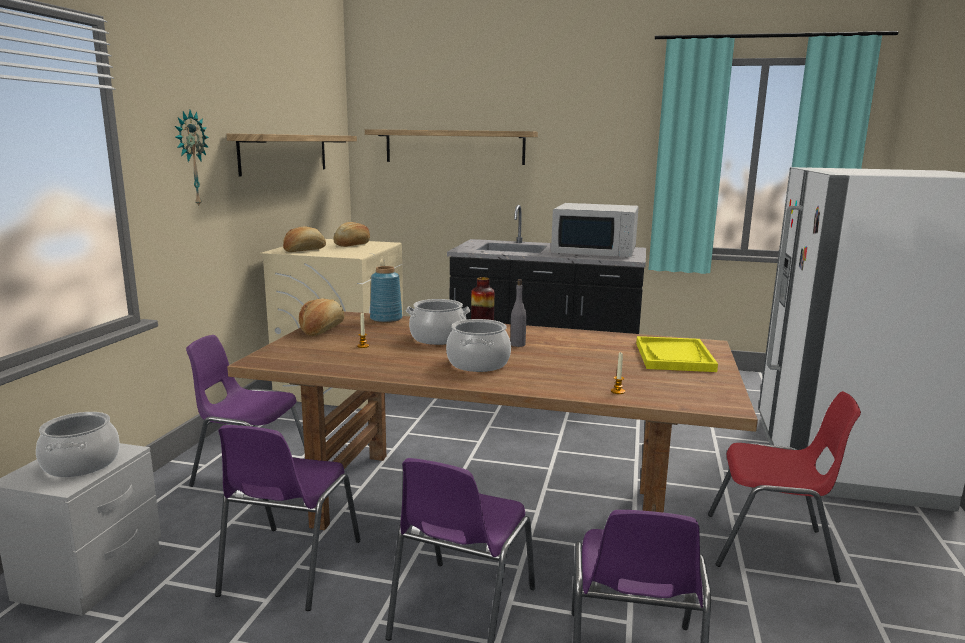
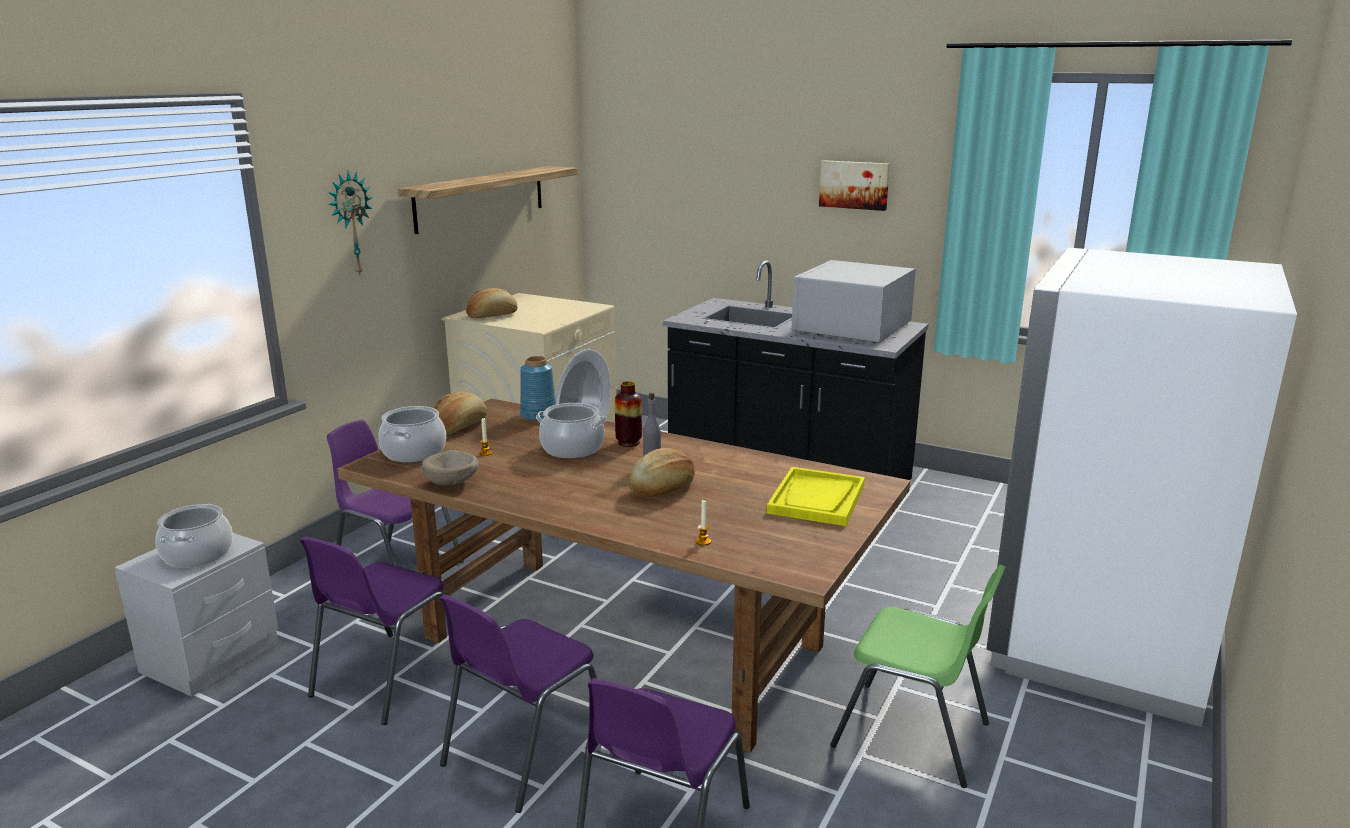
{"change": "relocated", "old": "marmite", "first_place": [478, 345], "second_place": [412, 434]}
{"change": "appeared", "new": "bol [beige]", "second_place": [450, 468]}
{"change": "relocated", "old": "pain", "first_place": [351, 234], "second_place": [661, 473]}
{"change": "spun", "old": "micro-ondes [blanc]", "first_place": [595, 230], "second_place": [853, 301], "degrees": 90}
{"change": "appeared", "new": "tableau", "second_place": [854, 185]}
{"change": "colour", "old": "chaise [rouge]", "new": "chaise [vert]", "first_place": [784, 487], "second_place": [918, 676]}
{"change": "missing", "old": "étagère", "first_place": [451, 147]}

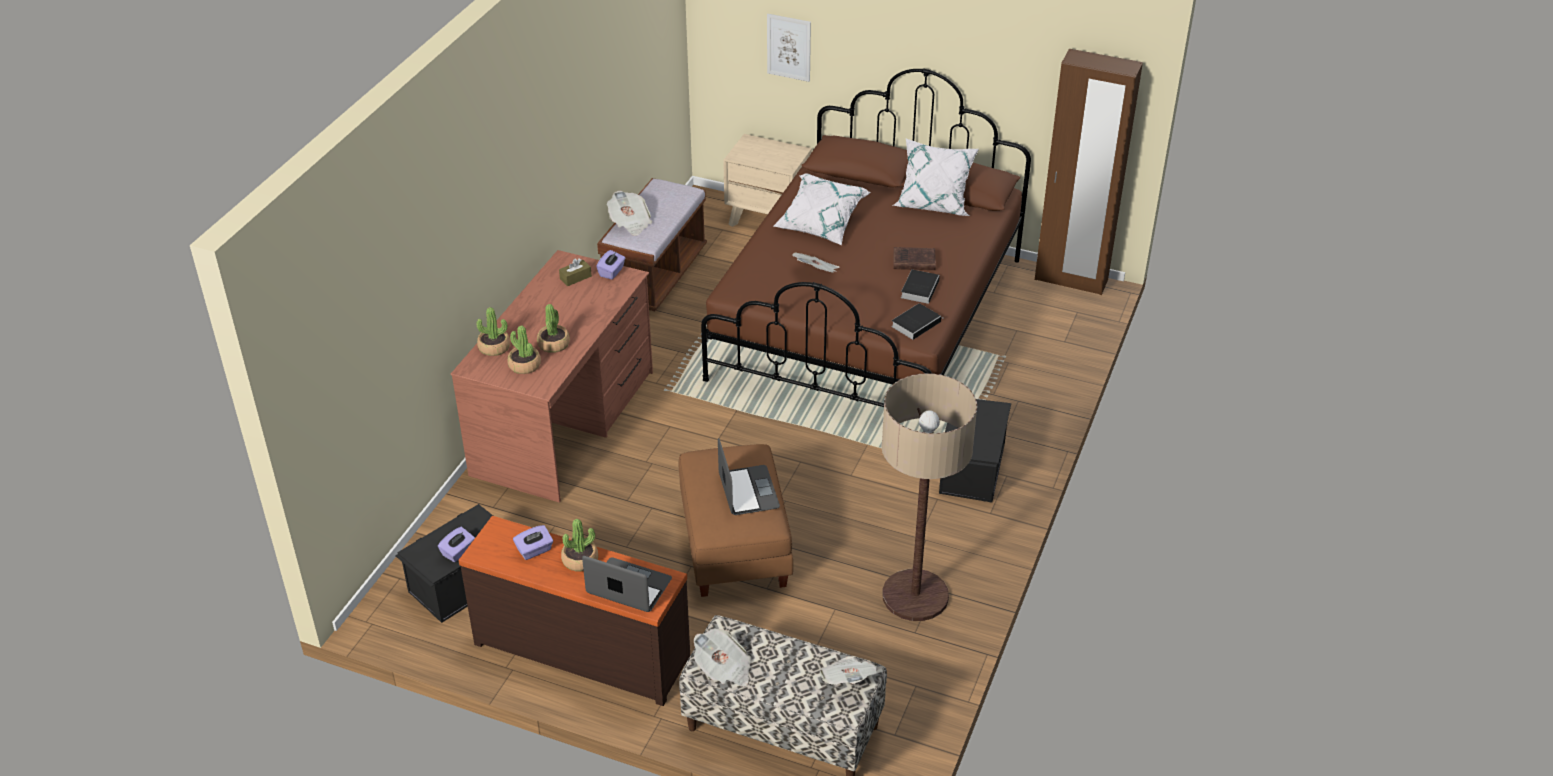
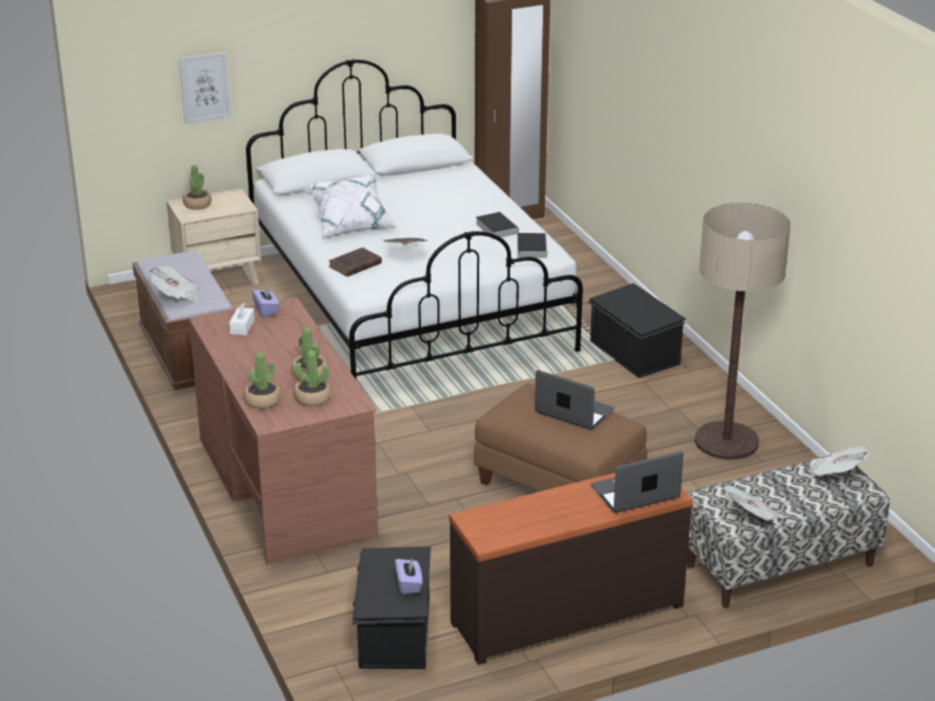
{"change": "relocated", "old": "plante en pot", "first_place": [579, 545], "second_place": [197, 187]}
{"change": "colour", "old": "boîte à mouchoirs [marron]", "new": "boîte à mouchoirs [blanc]", "first_place": [575, 272], "second_place": [242, 319]}
{"change": "colour", "old": "lit [marron]", "new": "lit [blanc]", "first_place": [866, 237], "second_place": [414, 219]}
{"change": "relocated", "old": "livre [marron]", "first_place": [914, 258], "second_place": [355, 262]}
{"change": "missing", "old": "boîte à mouchoirs [violet]", "first_place": [533, 542]}
{"change": "missing", "old": "coussin [blanc]", "first_place": [936, 177]}

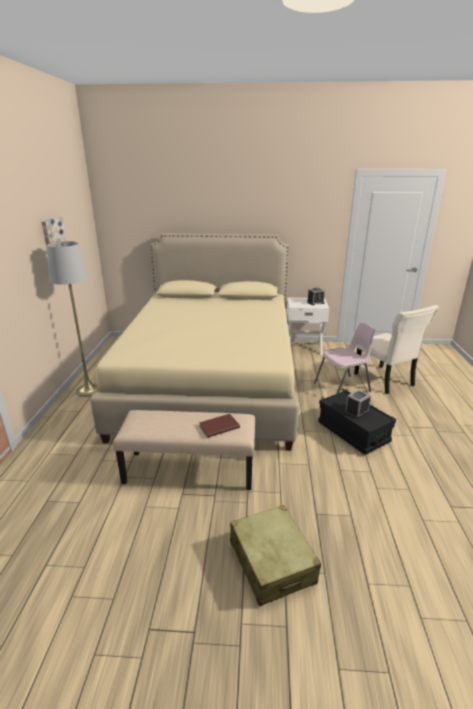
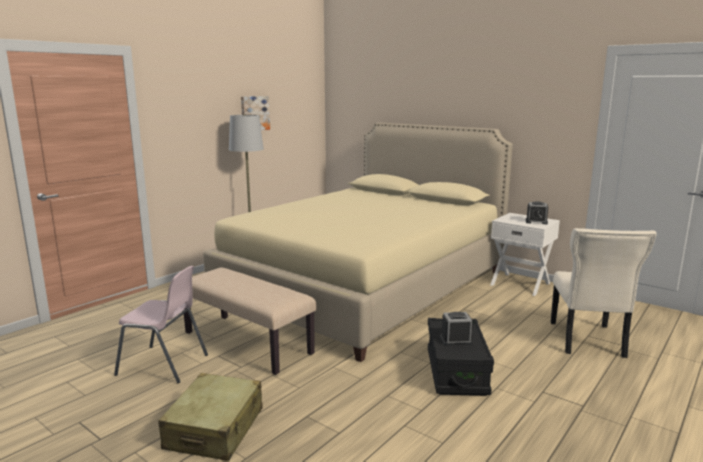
{"change": "relocated", "old": "chaise [rose]", "first_place": [344, 358], "second_place": [161, 324]}
{"change": "missing", "old": "livre [marron]", "first_place": [219, 426]}

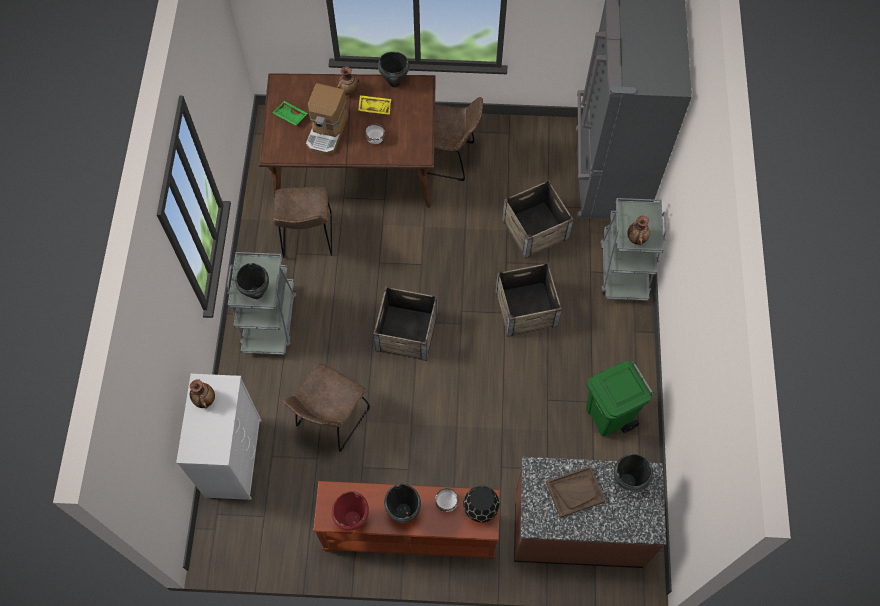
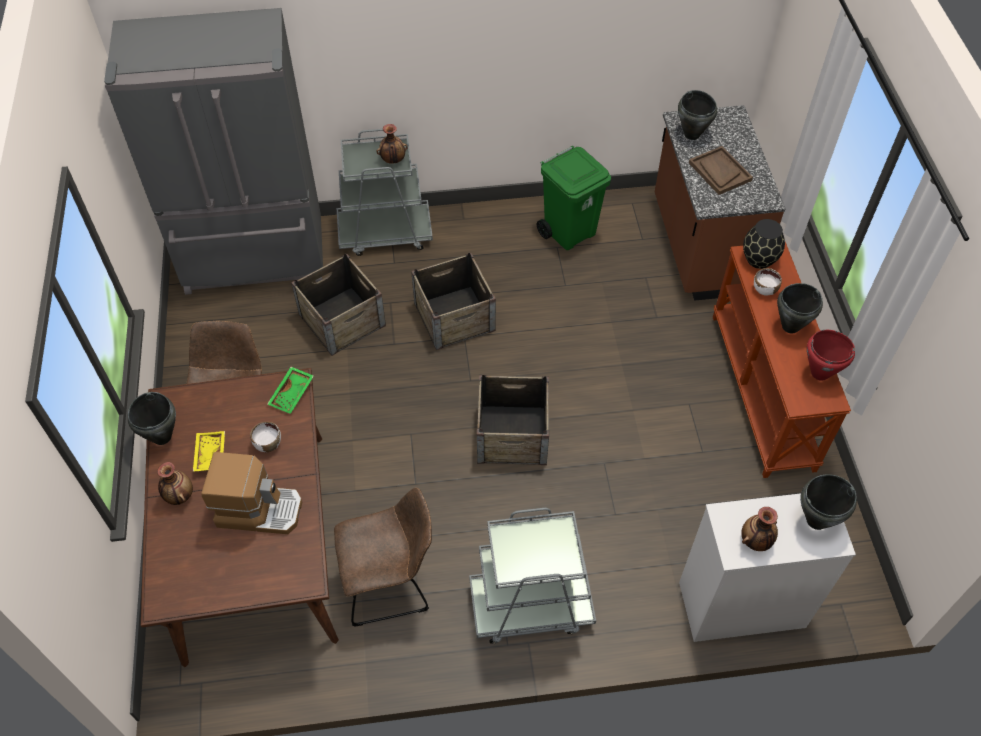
{"change": "relocated", "old": "plateau [vert]", "first_place": [290, 113], "second_place": [291, 390]}
{"change": "relocated", "old": "marmite [noir]", "first_place": [252, 281], "second_place": [828, 502]}
{"change": "missing", "old": "chaise [marron]", "first_place": [327, 408]}

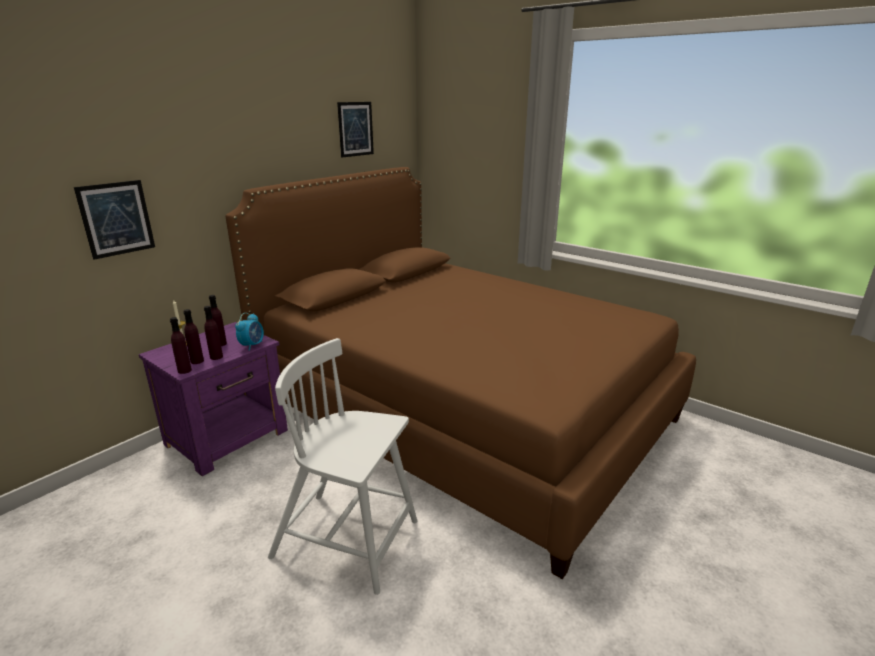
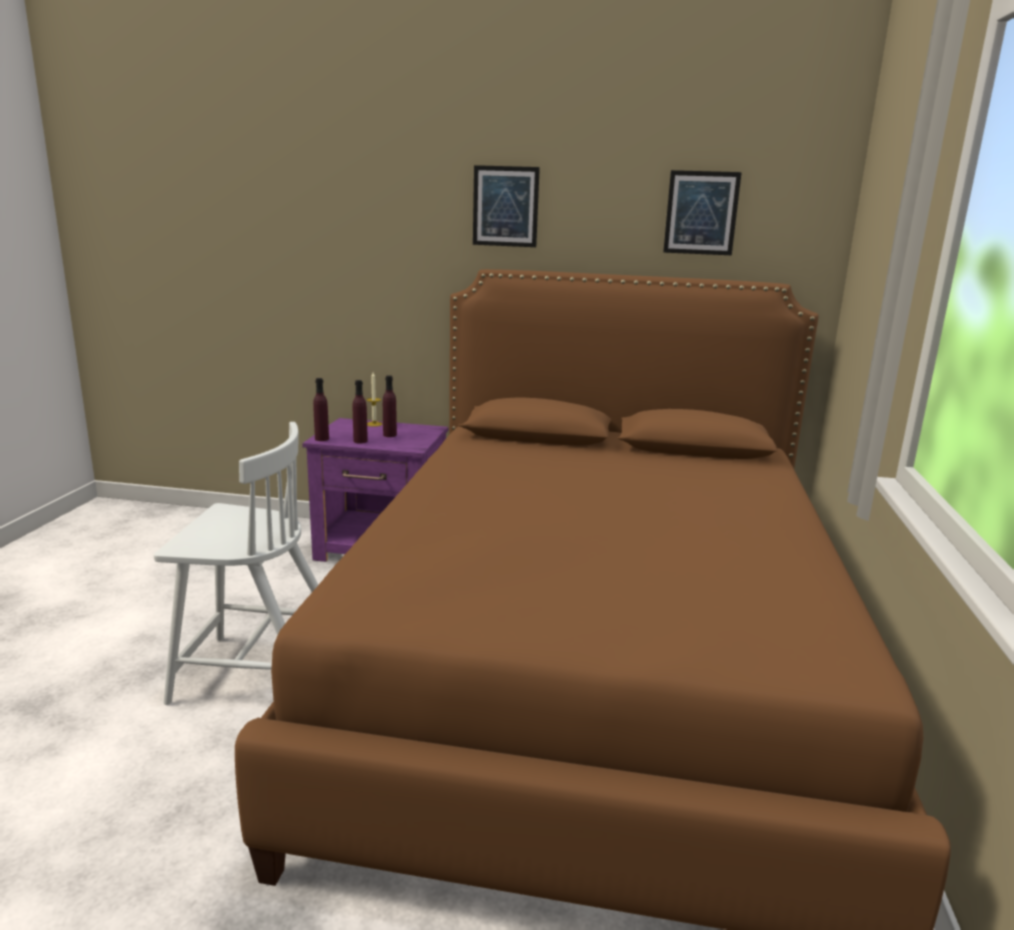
{"change": "spun", "old": "chaise [blanc]", "first_place": [342, 466], "second_place": [236, 563], "degrees": 105}
{"change": "relocated", "old": "tableau", "first_place": [114, 220], "second_place": [506, 206]}
{"change": "missing", "old": "bouteille [violet]", "first_place": [193, 336]}
{"change": "missing", "old": "réveil", "first_place": [249, 332]}

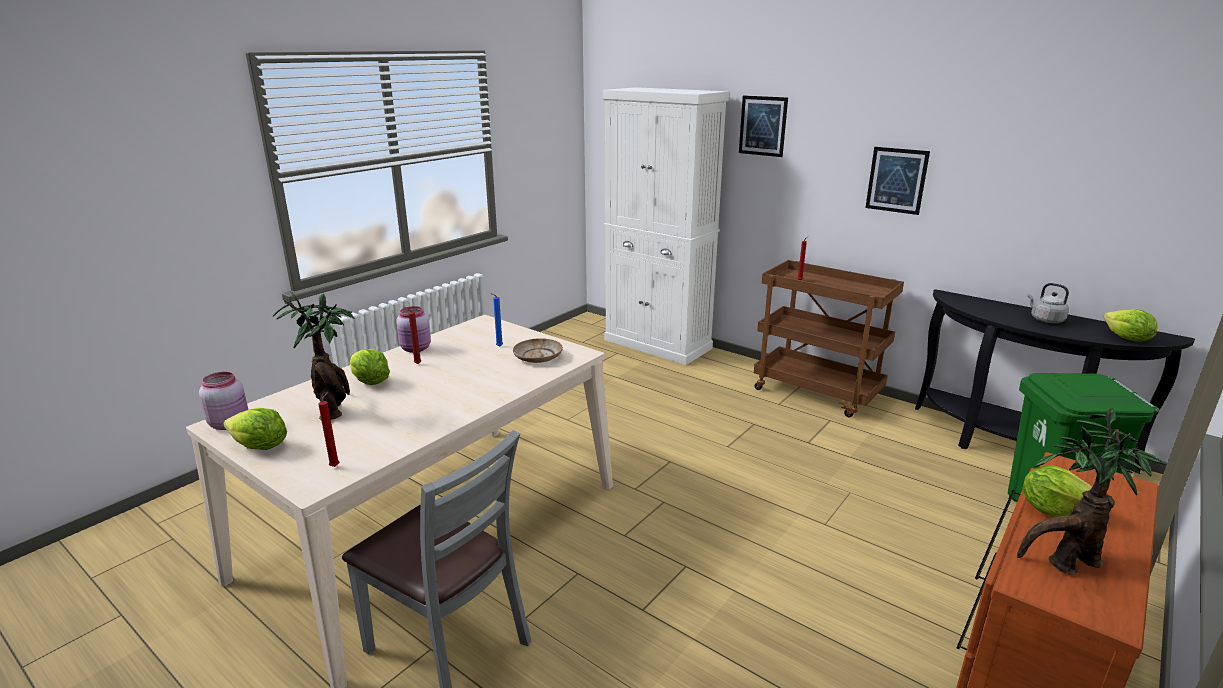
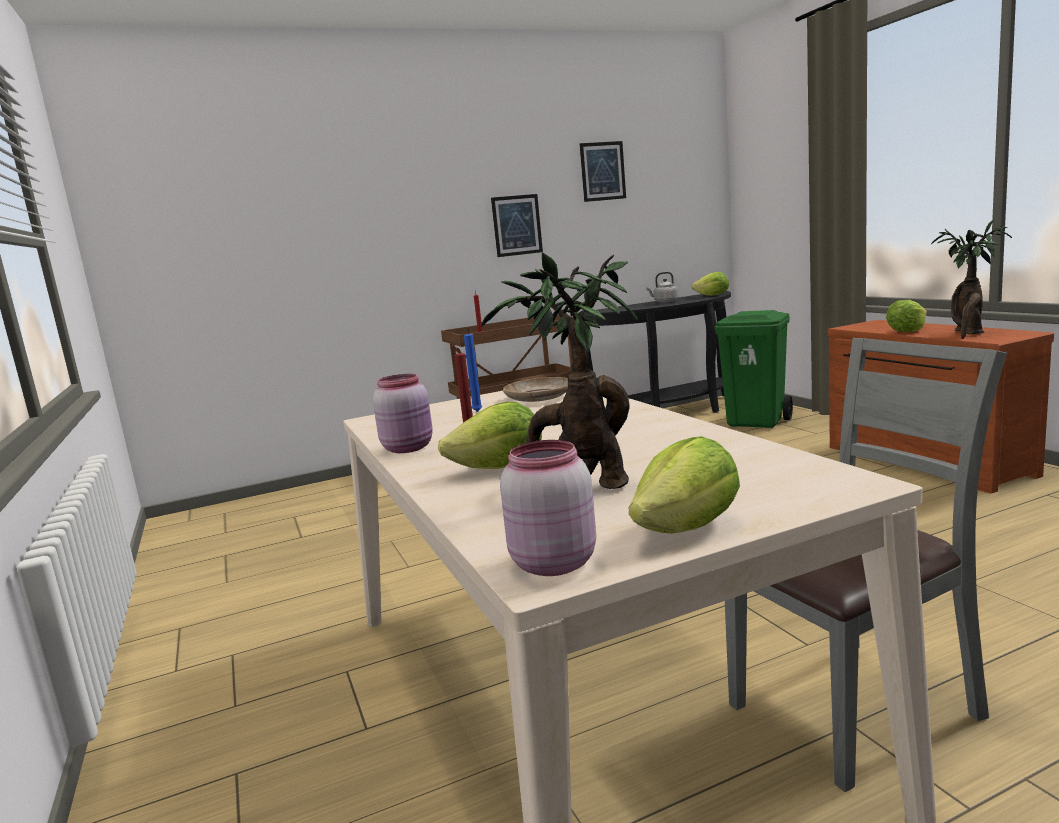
{"change": "relocated", "old": "tableau", "first_place": [763, 126], "second_place": [603, 171]}
{"change": "missing", "old": "bougie [rouge]", "first_place": [328, 429]}
{"change": "missing", "old": "meuble de rangement [blanc]", "first_place": [666, 226]}

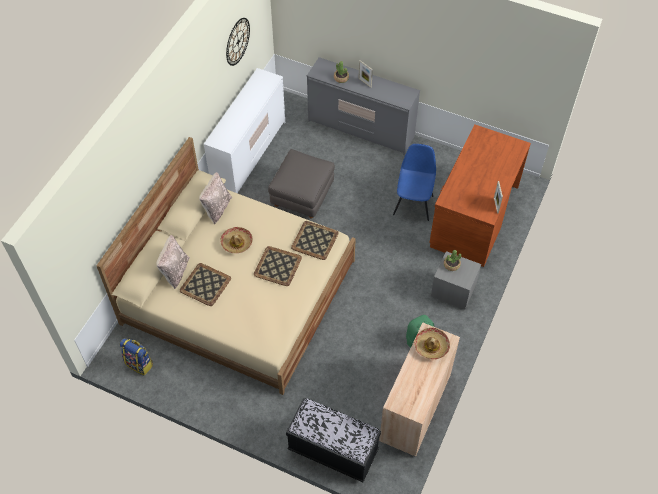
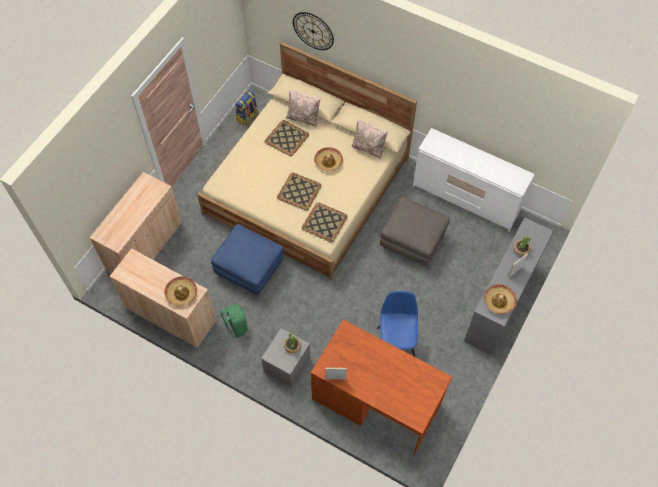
{"change": "exchanged", "old": "banc [noir]", "new": "meuble de rangement [beige]", "first_place": [333, 440], "second_place": [135, 223]}
{"change": "appeared", "new": "pouf [bleu]", "second_place": [247, 259]}
{"change": "relocated", "old": "horloge murale", "first_place": [238, 42], "second_place": [313, 31]}
{"change": "spun", "old": "chaise [bleu]", "first_place": [414, 182], "second_place": [398, 324], "degrees": -105}
{"change": "appeared", "new": "chapeau", "second_place": [500, 299]}

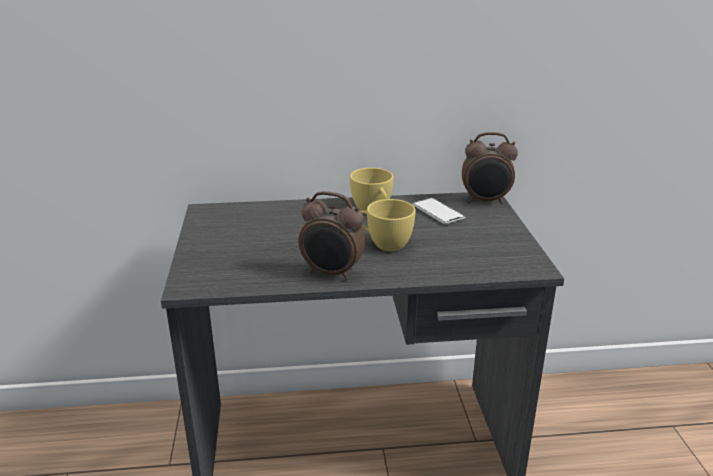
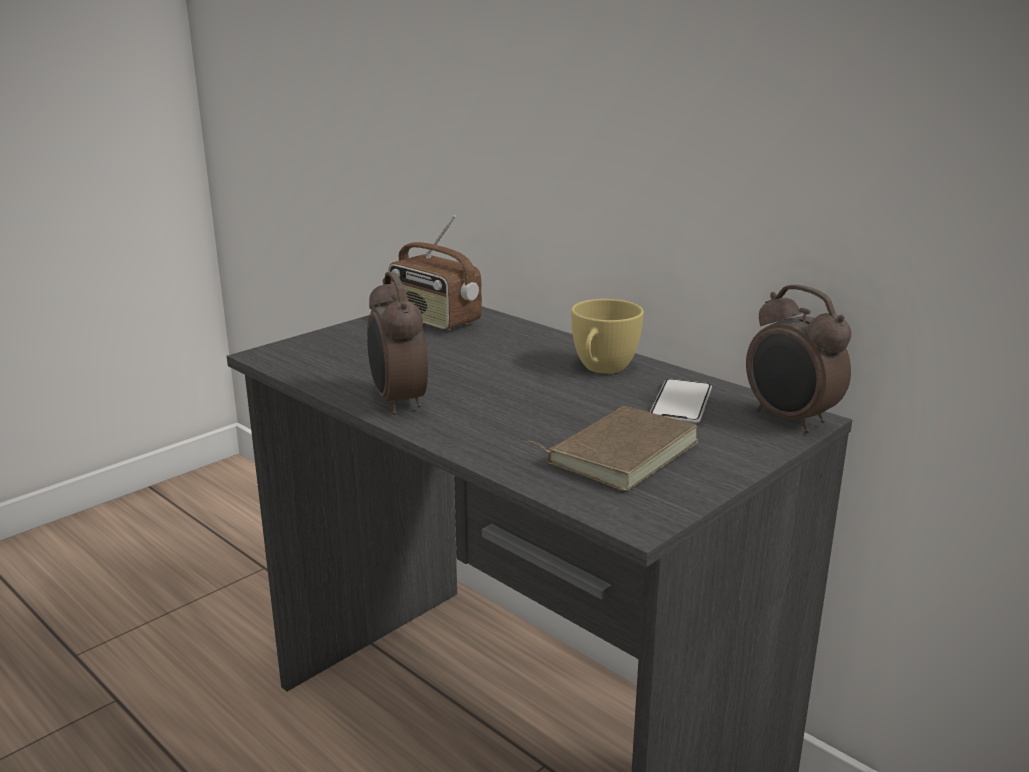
{"change": "appeared", "new": "radio", "second_place": [435, 272]}
{"change": "appeared", "new": "livre [marron]", "second_place": [611, 448]}
{"change": "missing", "old": "tasse [jaune]", "first_place": [388, 225]}

